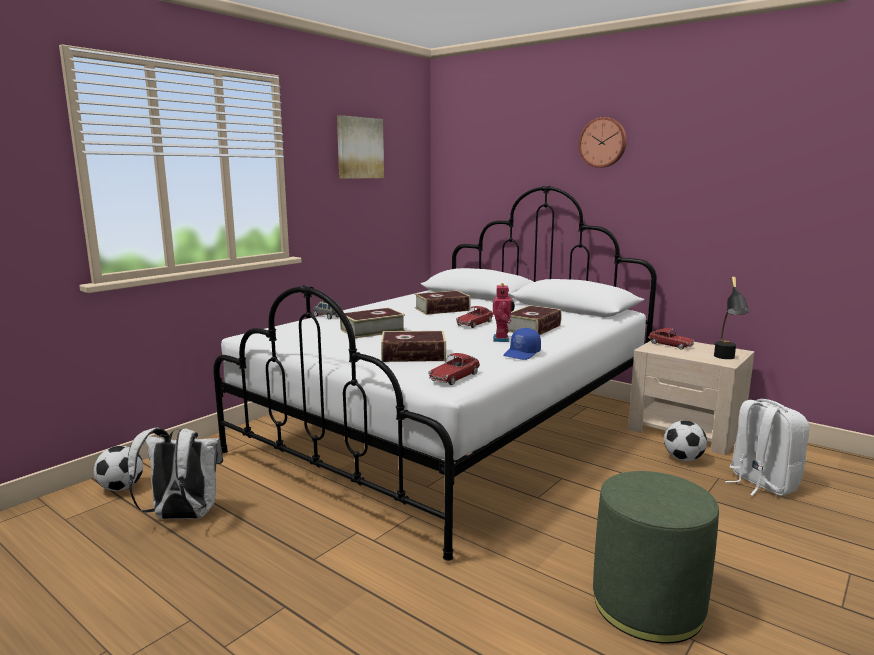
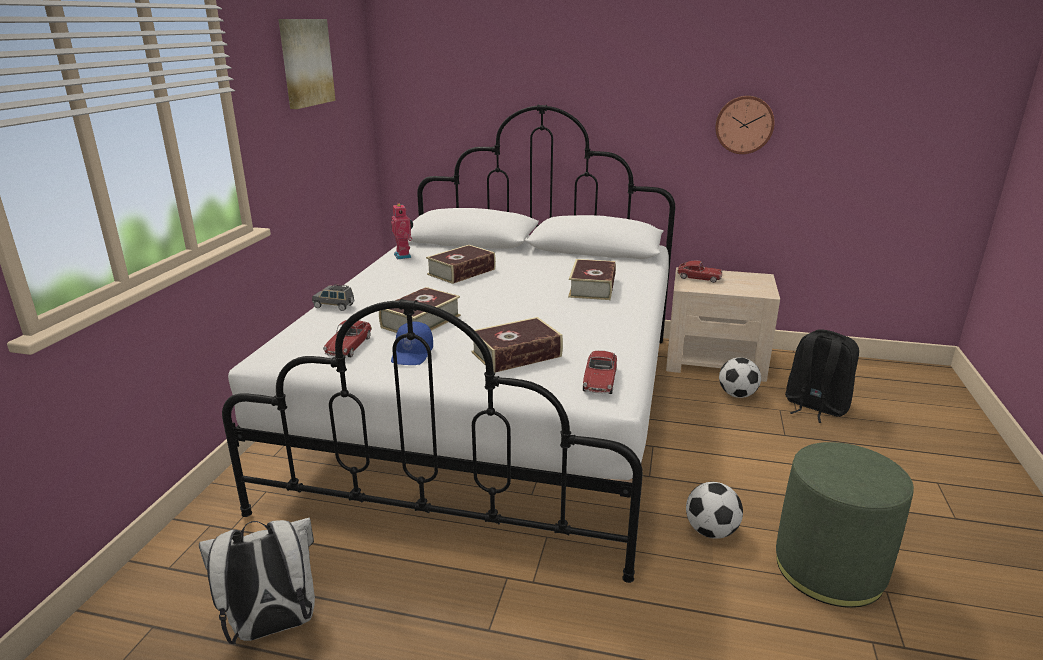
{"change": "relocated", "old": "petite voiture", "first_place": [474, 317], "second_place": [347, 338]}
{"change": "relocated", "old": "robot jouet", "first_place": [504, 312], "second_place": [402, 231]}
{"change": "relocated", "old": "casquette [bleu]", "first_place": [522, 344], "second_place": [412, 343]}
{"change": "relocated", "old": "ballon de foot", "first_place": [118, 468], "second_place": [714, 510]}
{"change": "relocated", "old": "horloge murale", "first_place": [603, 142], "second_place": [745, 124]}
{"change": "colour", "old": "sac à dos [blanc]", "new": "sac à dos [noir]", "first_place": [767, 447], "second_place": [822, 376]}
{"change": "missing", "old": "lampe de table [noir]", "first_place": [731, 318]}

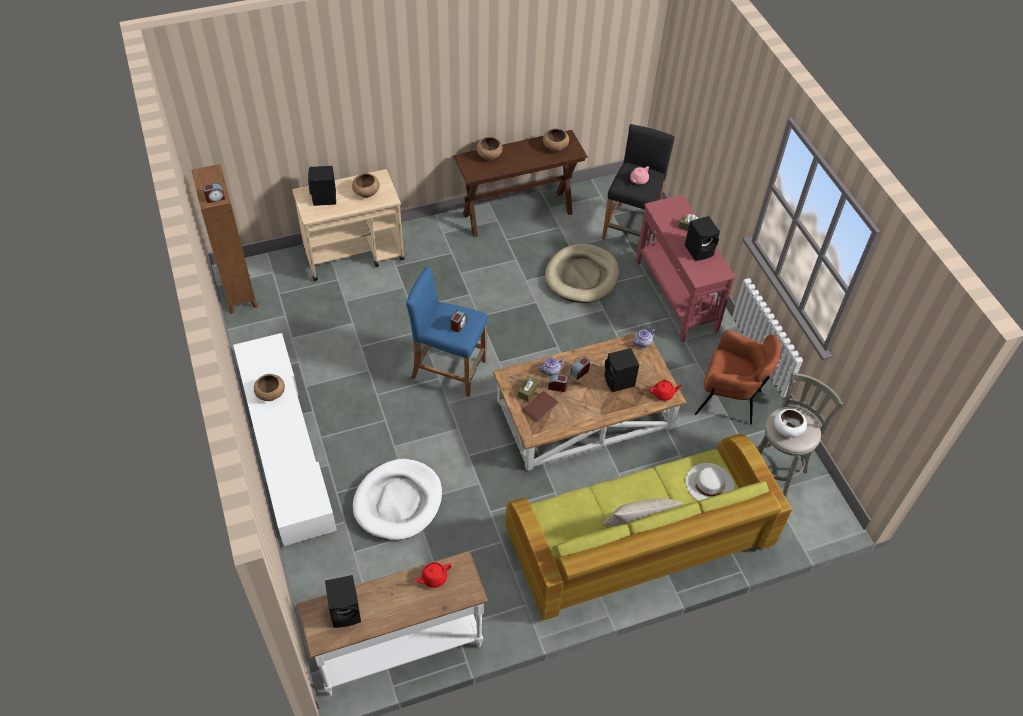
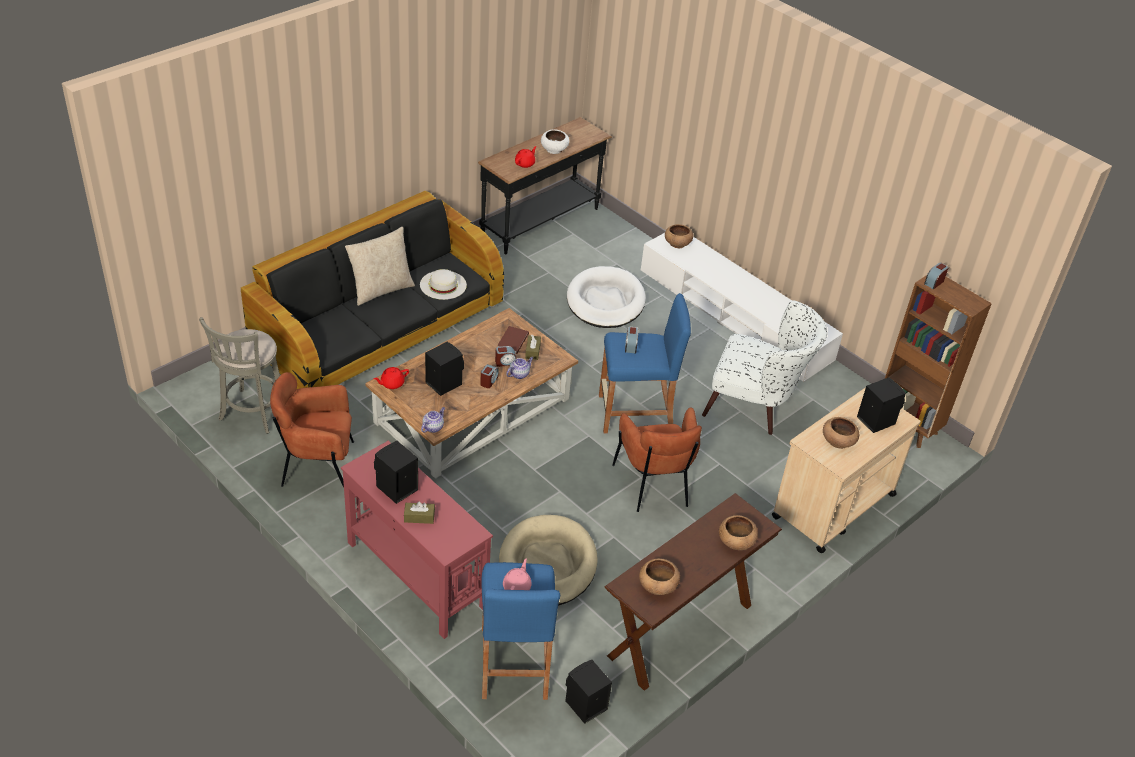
{"change": "colour", "old": "canapé [vert]", "new": "canapé [noir]", "first_place": [649, 527], "second_place": [372, 290]}
{"change": "relocated", "old": "chapeau [blanc]", "first_place": [710, 482], "second_place": [443, 284]}
{"change": "colour", "old": "table console [blanc]", "new": "table console [noir]", "first_place": [392, 623], "second_place": [545, 185]}
{"change": "colour", "old": "tabouret [noir]", "new": "tabouret [bleu]", "first_place": [638, 182], "second_place": [520, 631]}
{"change": "relocated", "old": "bol [blanc]", "first_place": [790, 423], "second_place": [555, 142]}
{"change": "relocated", "old": "enceinte [noir]", "first_place": [343, 601], "second_place": [588, 692]}
{"change": "appeared", "new": "fauteuil [marron]", "second_place": [657, 460]}
{"change": "relocated", "old": "bol [marron]", "first_place": [269, 387], "second_place": [679, 236]}
{"change": "appeared", "new": "fauteuil [blanc]", "second_place": [764, 367]}

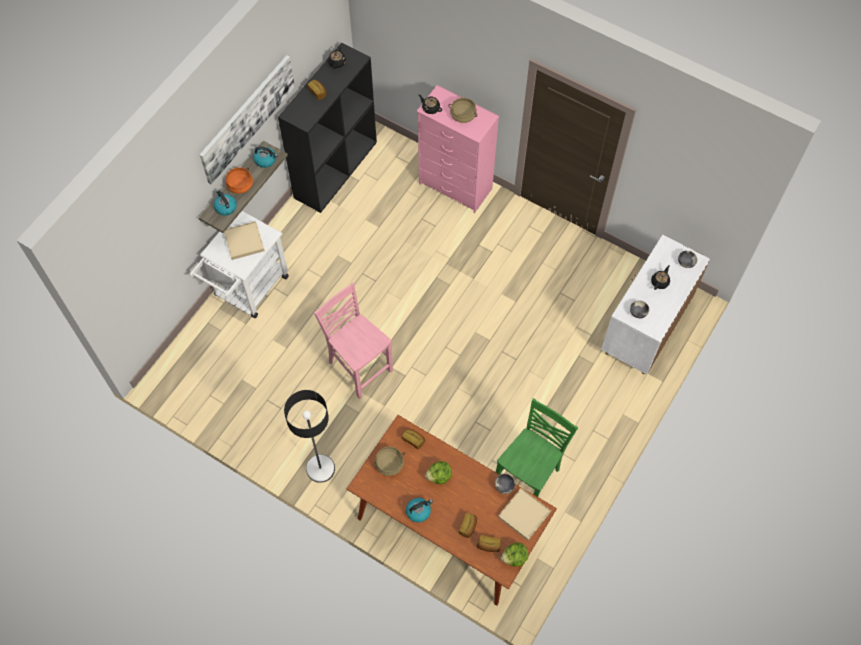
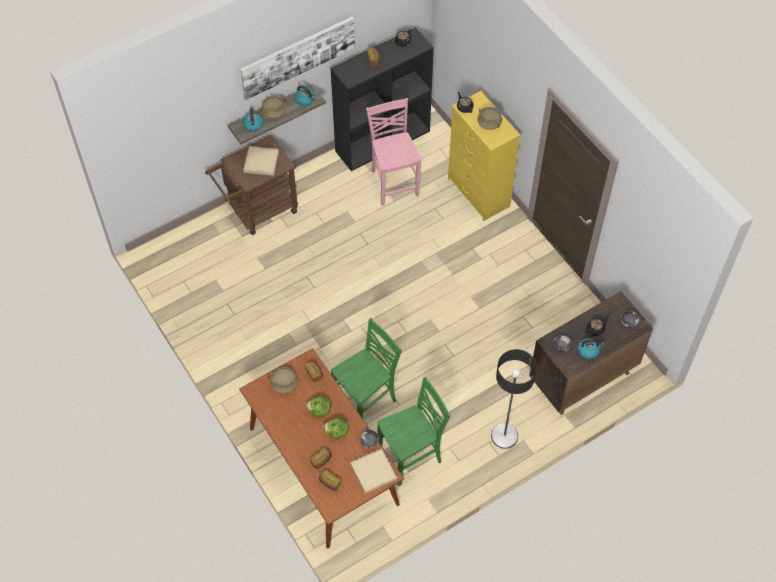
{"change": "colour", "old": "chariot [blanc]", "new": "chariot [marron]", "first_place": [239, 264], "second_place": [252, 185]}
{"change": "colour", "old": "marmite [orange]", "new": "marmite [beige]", "first_place": [239, 180], "second_place": [272, 107]}
{"change": "relocated", "old": "laitue", "first_place": [515, 554], "second_place": [336, 428]}
{"change": "appeared", "new": "chaise [vert]", "second_place": [366, 368]}
{"change": "relocated", "old": "chaise [rose]", "first_place": [353, 340], "second_place": [394, 152]}
{"change": "colour", "old": "commode [rose]", "new": "commode [jaune]", "first_place": [458, 149], "second_place": [484, 156]}
{"change": "relocated", "old": "lampadaire", "first_place": [309, 436], "second_place": [514, 399]}
{"change": "colour", "old": "meuble de rangement [blanc]", "new": "meuble de rangement [marron]", "first_place": [655, 305], "second_place": [591, 353]}
{"change": "relocated", "old": "bouilloire", "first_place": [419, 510], "second_place": [591, 348]}

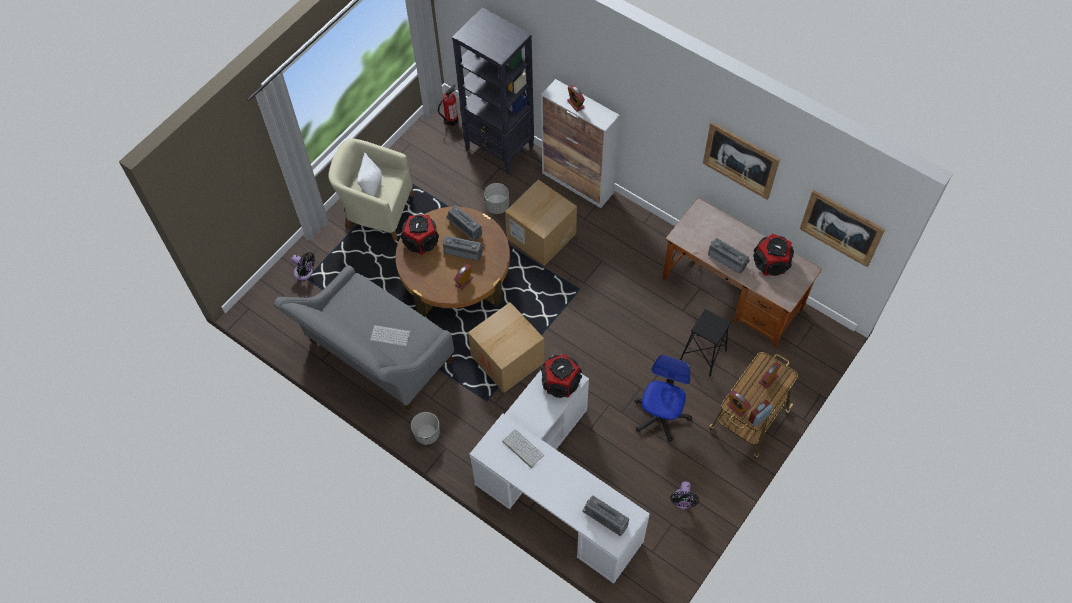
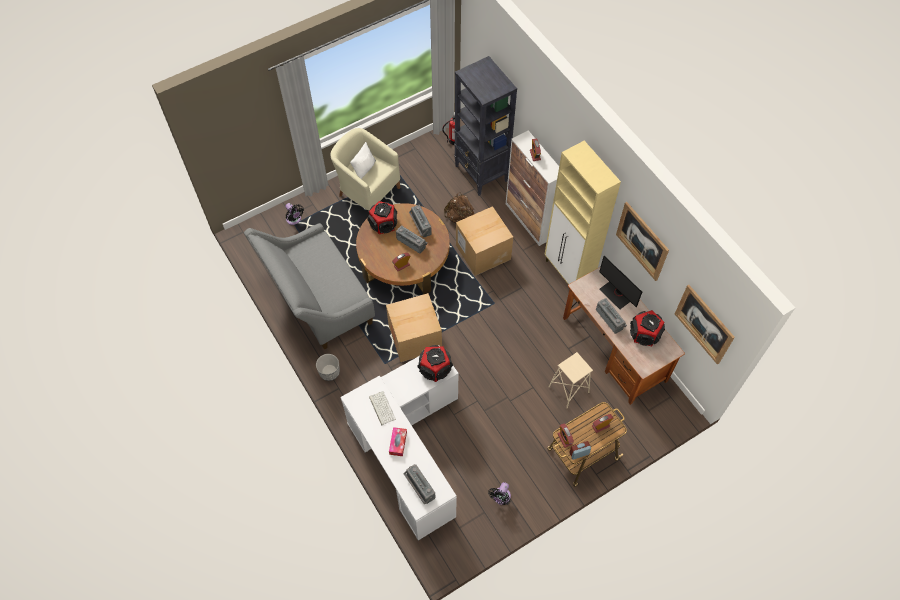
{"change": "appeared", "new": "boîte à mouchoirs", "second_place": [398, 441]}
{"change": "exchanged", "old": "cache-pot [gris]", "new": "sac à dos [marron]", "first_place": [496, 198], "second_place": [459, 207]}
{"change": "appeared", "new": "meuble de rangement [beige]", "second_place": [582, 213]}
{"change": "colour", "old": "tabouret [noir]", "new": "tabouret [beige]", "first_place": [705, 343], "second_place": [570, 380]}
{"change": "appeared", "new": "écran d'ordinateur", "second_place": [620, 282]}
{"change": "missing", "old": "clavier", "first_place": [390, 336]}
{"change": "missing", "old": "chaise de bureau", "first_place": [663, 398]}

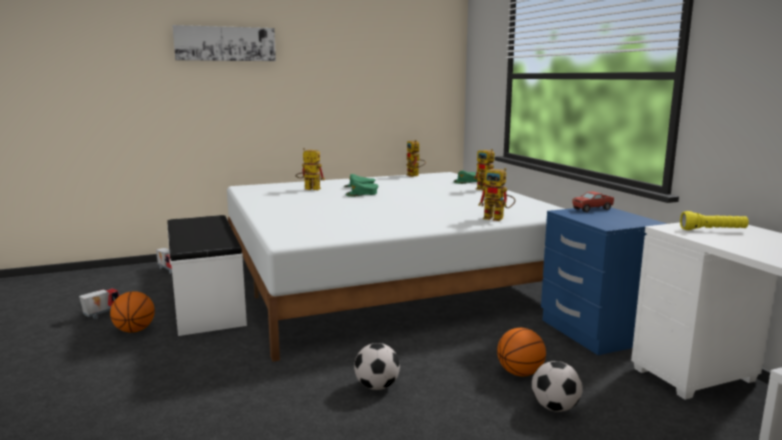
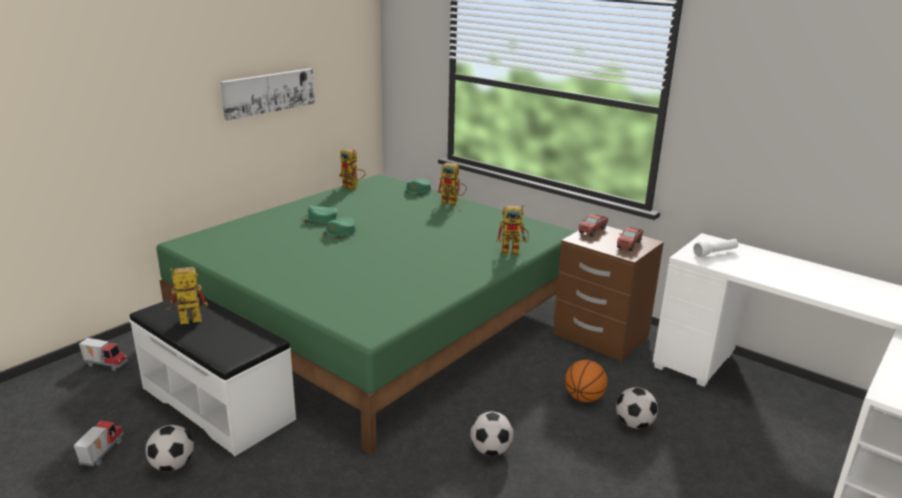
{"change": "exchanged", "old": "ballon de basket", "new": "ballon de foot", "first_place": [132, 312], "second_place": [170, 448]}
{"change": "colour", "old": "lit [blanc]", "new": "lit [vert]", "first_place": [395, 267], "second_place": [366, 314]}
{"change": "relocated", "old": "robot jouet", "first_place": [310, 169], "second_place": [186, 295]}
{"change": "relocated", "old": "tableau", "first_place": [224, 43], "second_place": [267, 94]}
{"change": "colour", "old": "table de chevet [bleu]", "new": "table de chevet [marron]", "first_place": [604, 280], "second_place": [609, 293]}
{"change": "appeared", "new": "camion jouet", "second_place": [630, 239]}
{"change": "colour", "old": "lampe de poche [jaune]", "new": "lampe de poche [blanc]", "first_place": [714, 220], "second_place": [715, 248]}

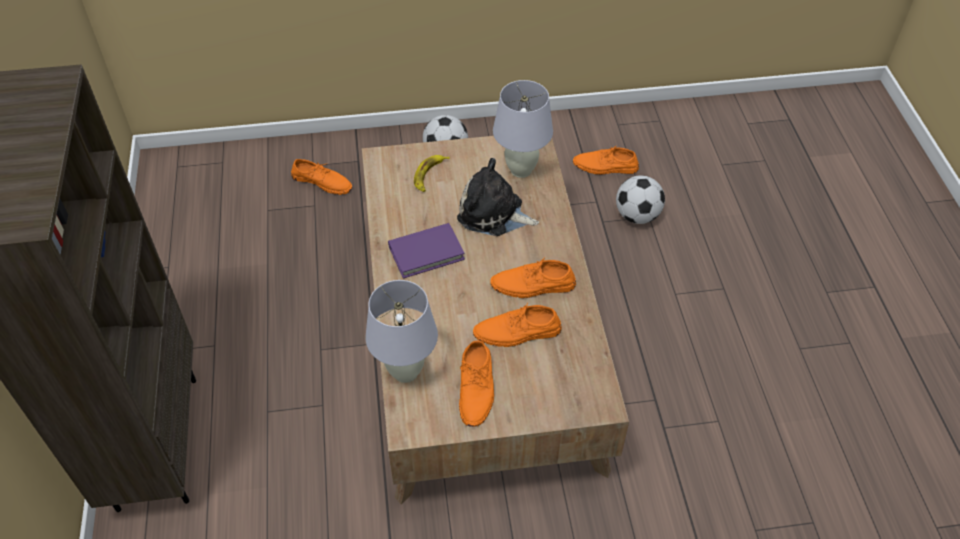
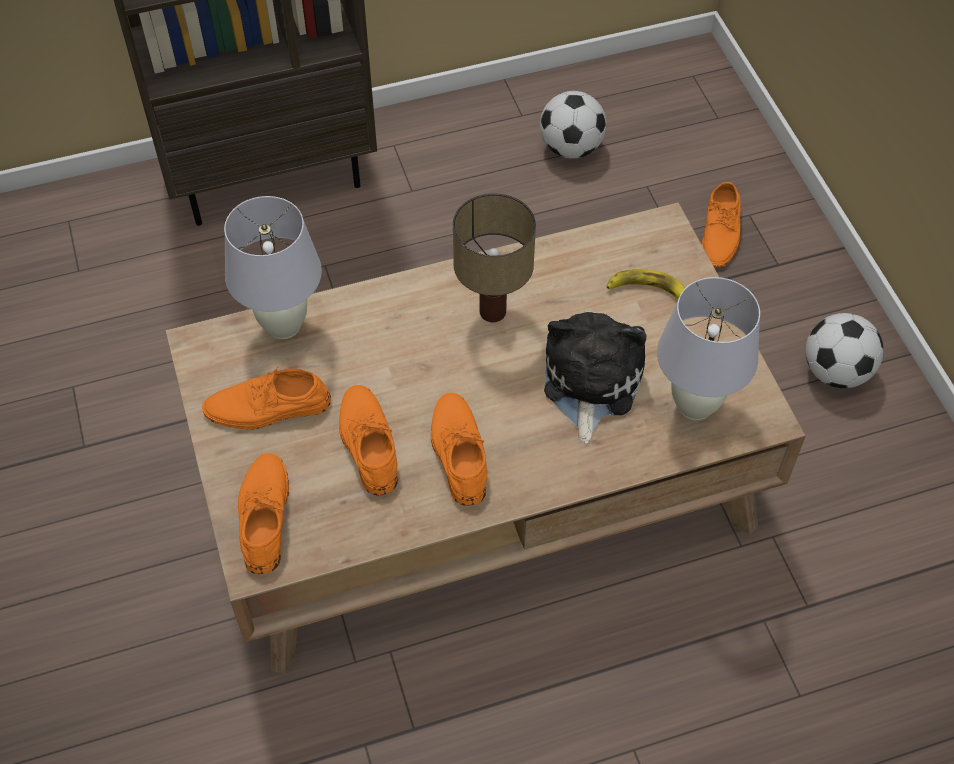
{"change": "relocated", "old": "chaussure [orange]", "first_place": [606, 160], "second_place": [263, 513]}
{"change": "exchanged", "old": "livre [violet]", "new": "lampe de table", "first_place": [426, 251], "second_place": [494, 257]}
{"change": "relocated", "old": "ballon de foot", "first_place": [640, 199], "second_place": [573, 125]}

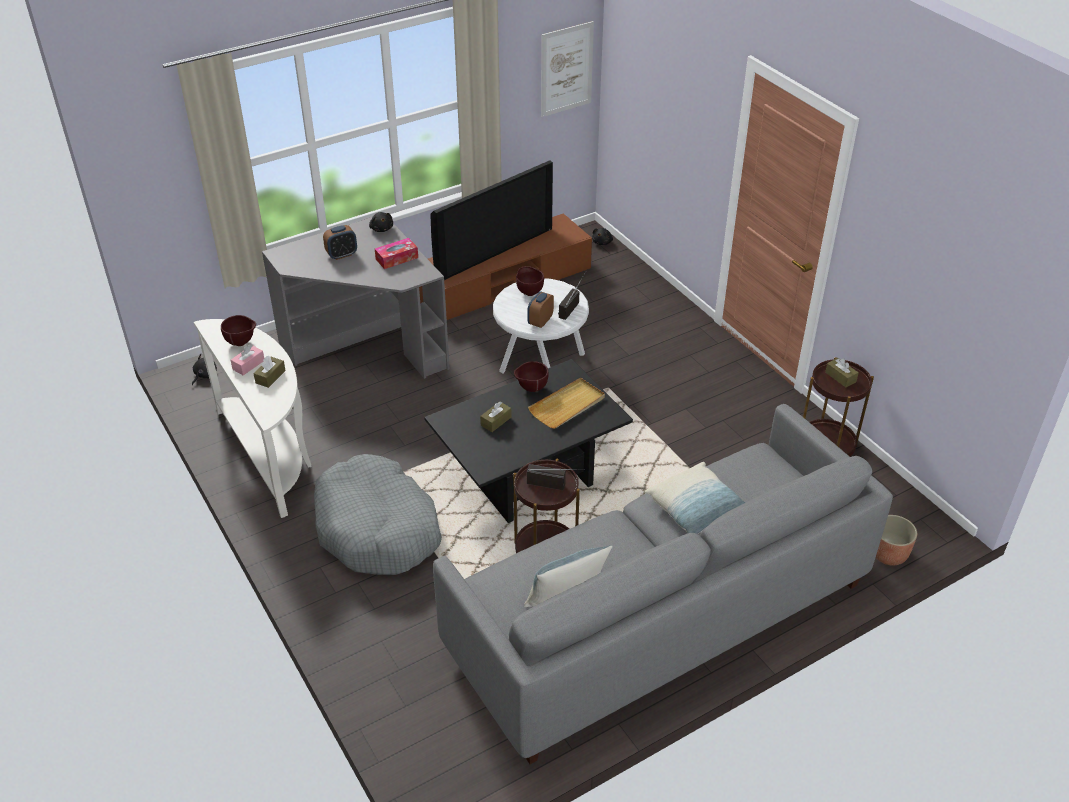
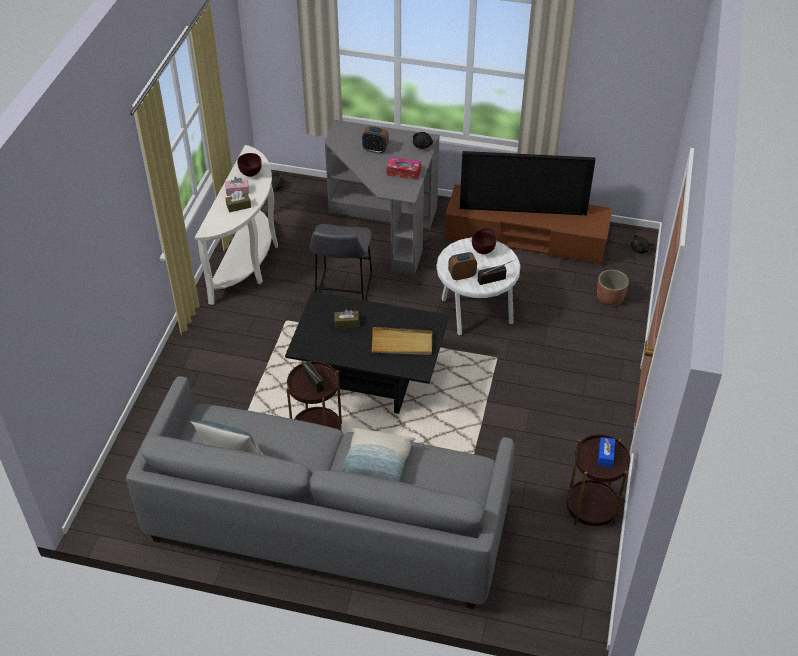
{"change": "appeared", "new": "tabouret [gris]", "second_place": [341, 262]}
{"change": "relocated", "old": "cache-pot", "first_place": [896, 540], "second_place": [613, 288]}
{"change": "colour", "old": "boîte à mouchoirs [marron]", "new": "boîte à mouchoirs [bleu]", "first_place": [842, 372], "second_place": [606, 452]}
{"change": "missing", "old": "panier pour chien [gris]", "first_place": [378, 514]}
{"change": "missing", "old": "bol [marron]", "first_place": [531, 376]}
{"change": "missing", "old": "tableau", "first_place": [567, 69]}

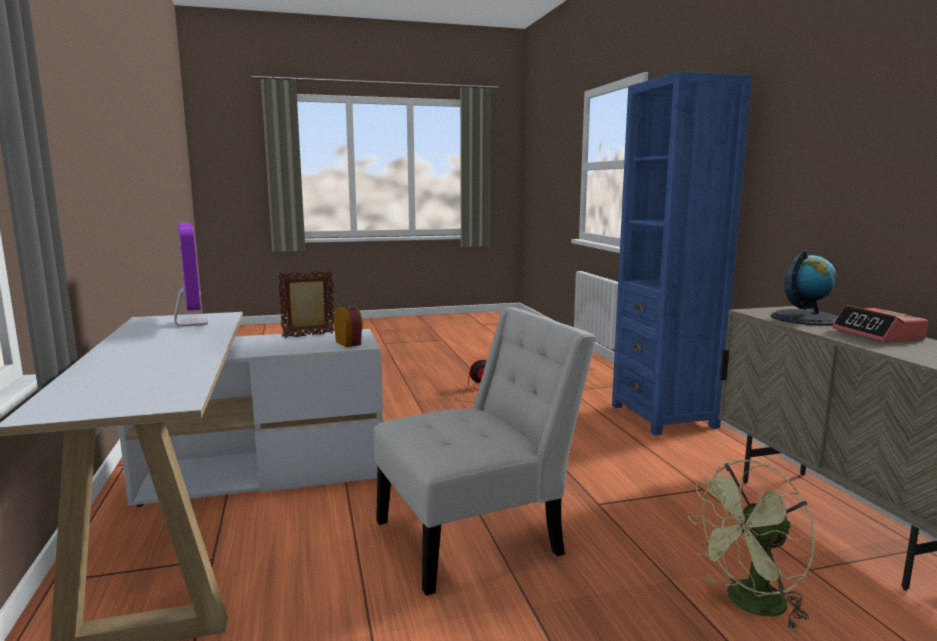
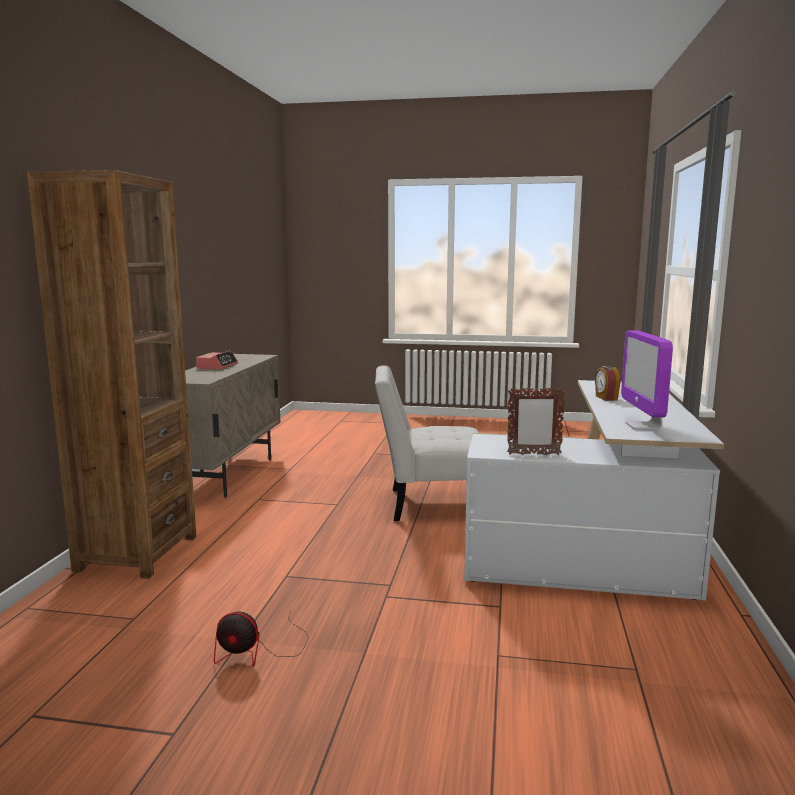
{"change": "colour", "old": "bibliothèque [bleu]", "new": "bibliothèque [marron]", "first_place": [682, 253], "second_place": [111, 374]}
{"change": "relocated", "old": "réveil", "first_place": [348, 325], "second_place": [607, 383]}
{"change": "missing", "old": "ventilateur [vert]", "first_place": [751, 545]}
{"change": "missing", "old": "globe", "first_place": [804, 288]}

